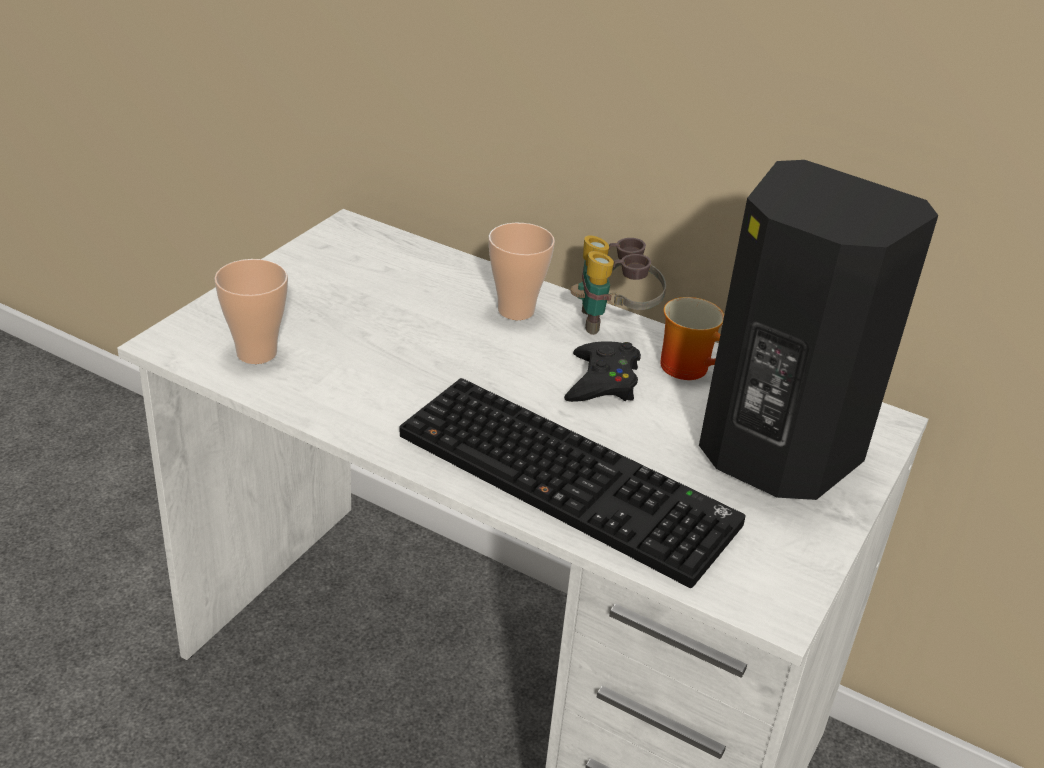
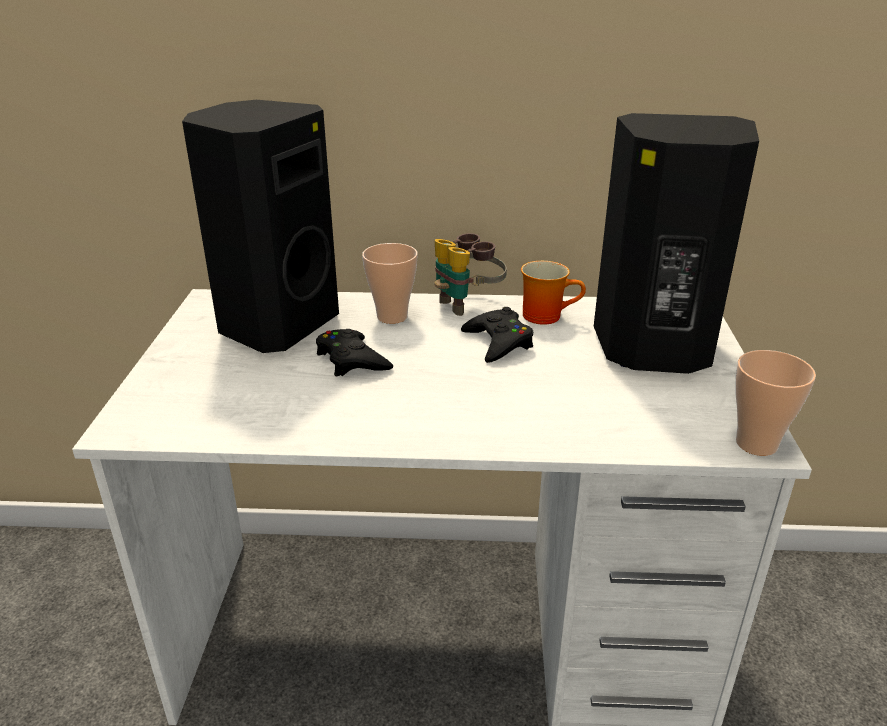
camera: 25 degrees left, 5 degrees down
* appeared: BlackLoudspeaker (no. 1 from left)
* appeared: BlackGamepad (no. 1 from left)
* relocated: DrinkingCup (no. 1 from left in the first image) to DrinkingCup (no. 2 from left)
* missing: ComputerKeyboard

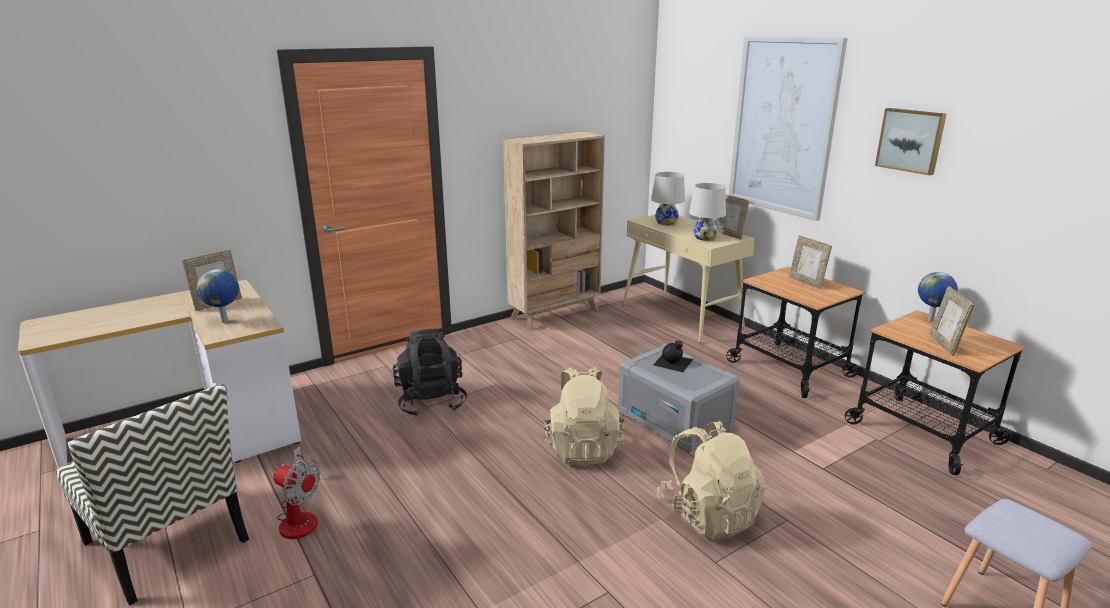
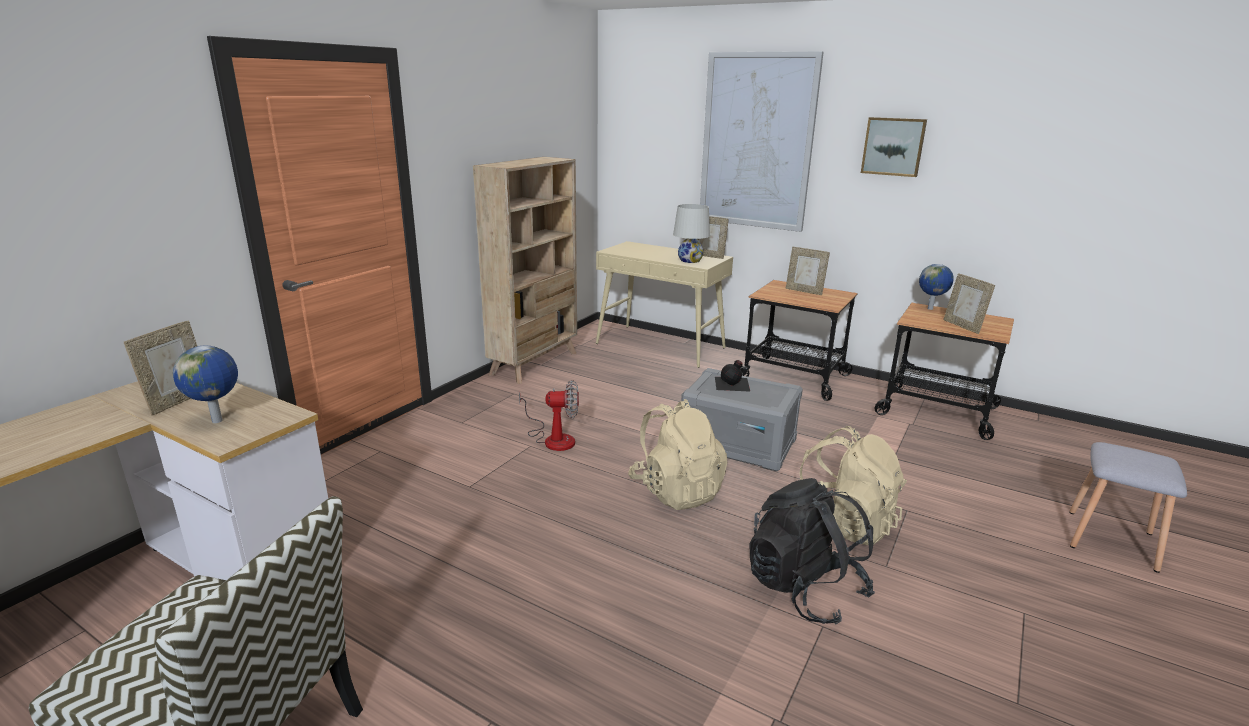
camera: 25 degrees left, 0 degrees up
* relocated: ElectricFan
* relocated: BlackKnapsack
* missing: WhiteColouredLampForATable (no. 1 from left)

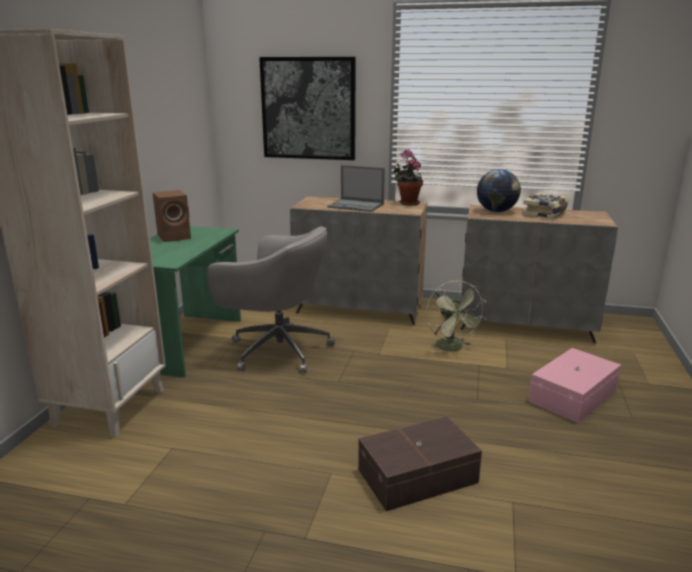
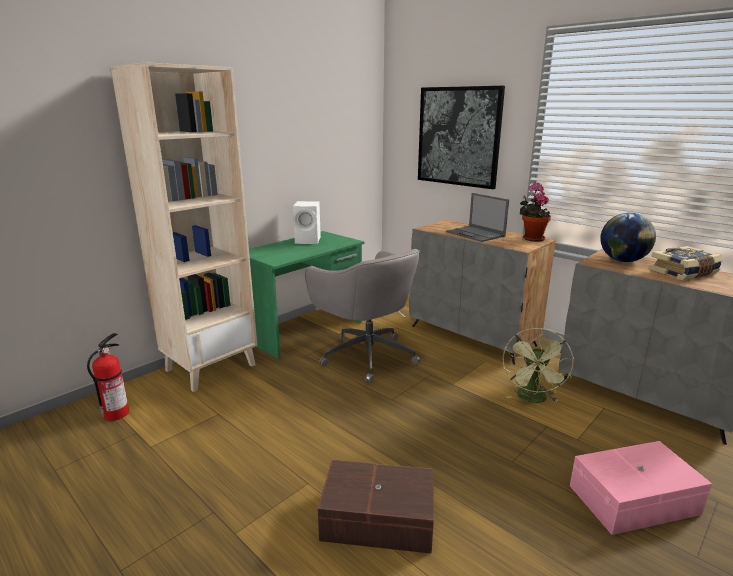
camera: 30 degrees right, 0 degrees up
* appeared: FireExtinguisher
* colour: BrownLoudspeaker to WhiteColouredLoudspeaker

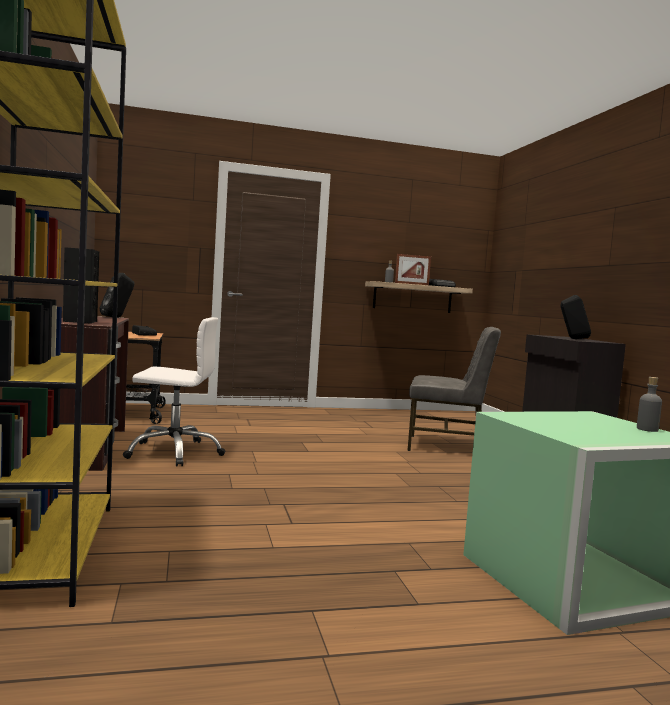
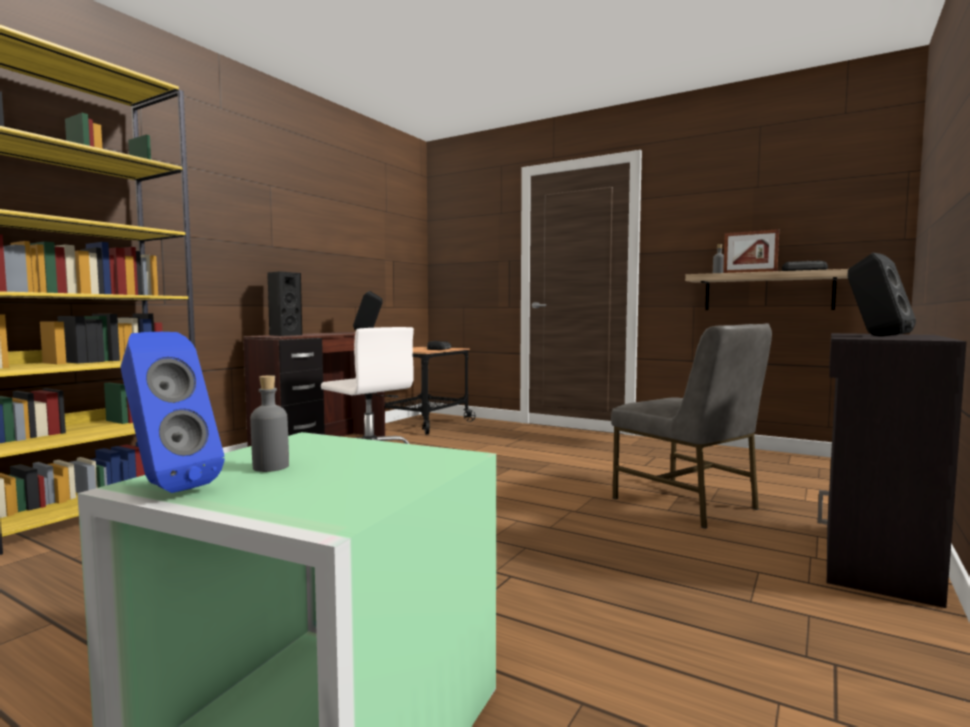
camera: 45 degrees right, 0 degrees up
* appeared: BlueColouredLoudspeaker
* relocated: GrayBeverageBottle (no. 2 from left in the first image) to GrayBeverageBottle (no. 1 from left)

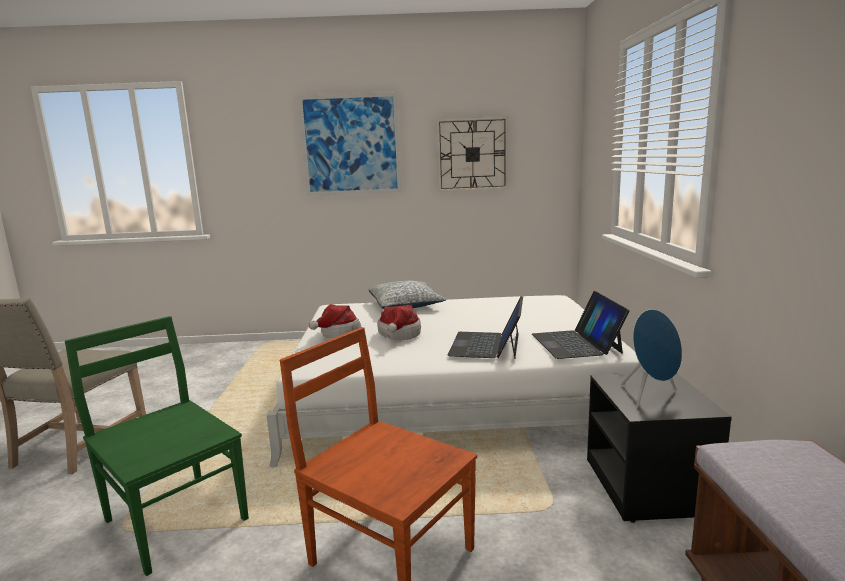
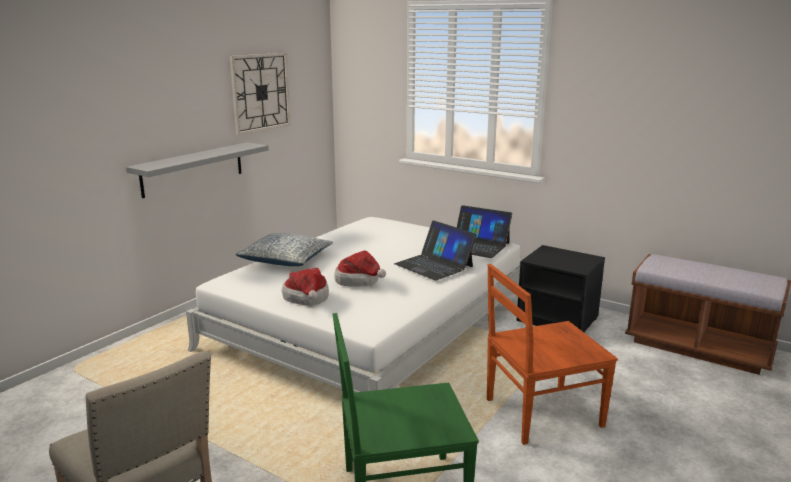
camera: 55 degrees left, 5 degrees up
* appeared: GrayShelf
* missing: WallPicture
* missing: BlueColouredLoudspeaker

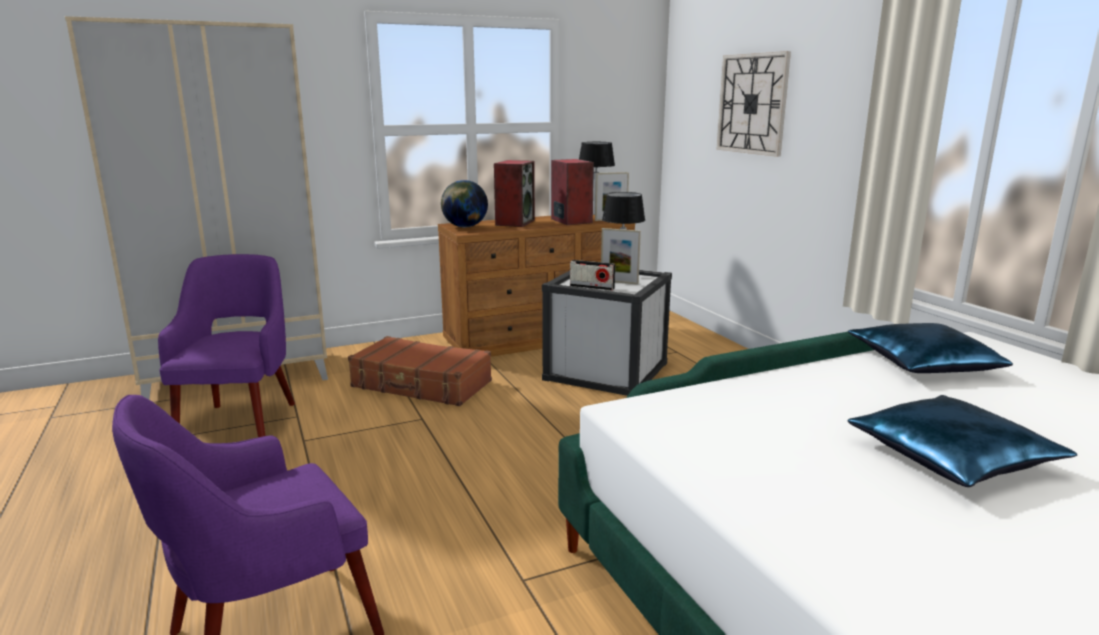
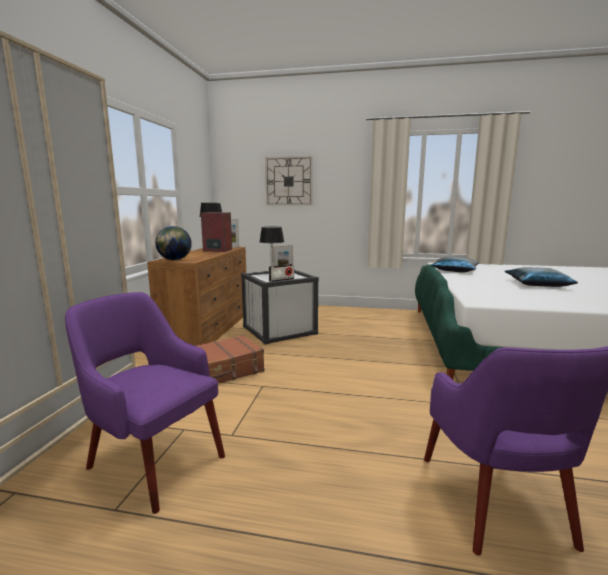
camera: 55 degrees left, 5 degrees down
* missing: Loudspeaker (no. 1 from left)

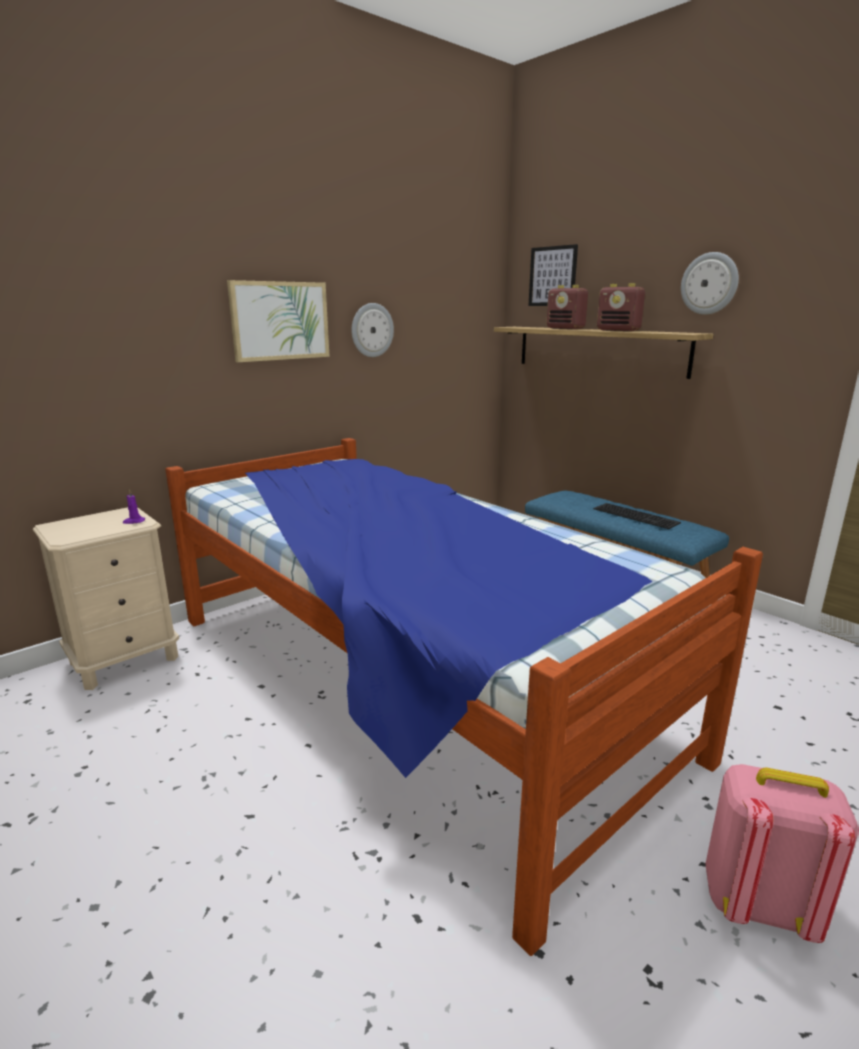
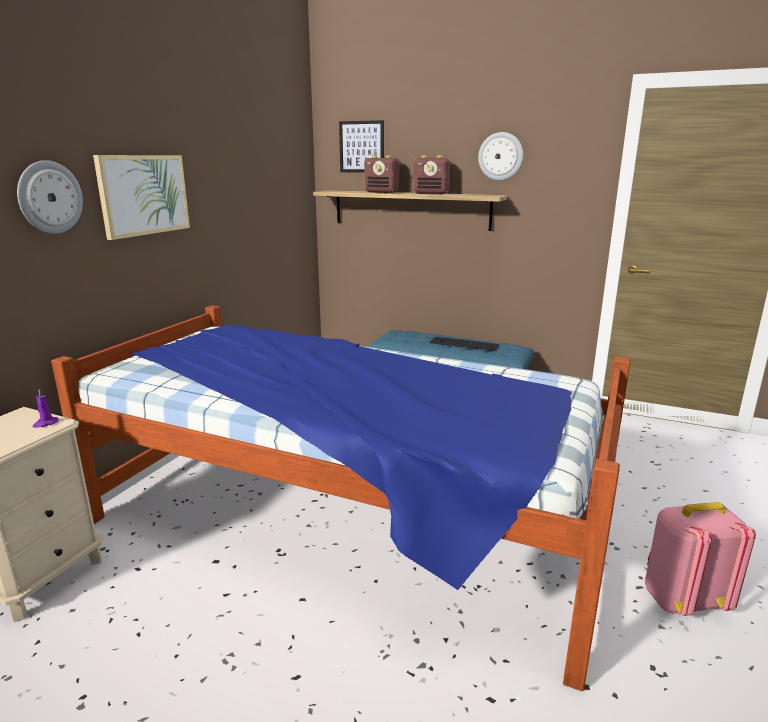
camera: 25 degrees left, 0 degrees up
* relocated: WallClock (no. 1 from left)

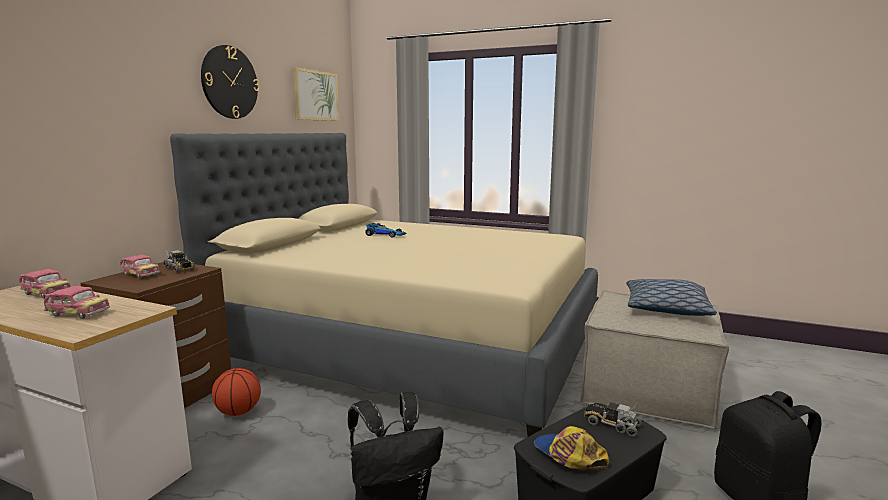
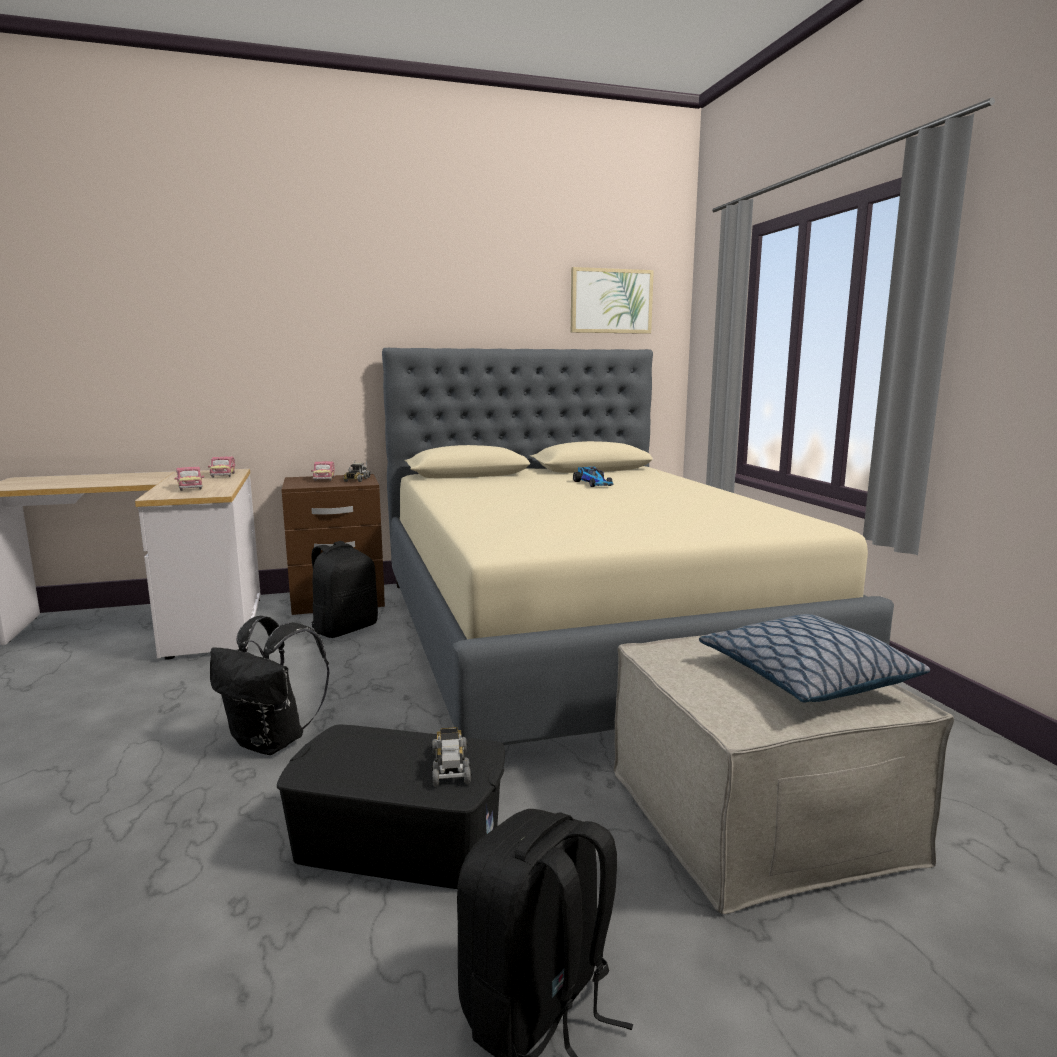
camera: 50 degrees right, 0 degrees up
* exchanged: Basketball to BlackKnapsack (no. 2 from left)
* missing: WallClock
* missing: PeakedCap

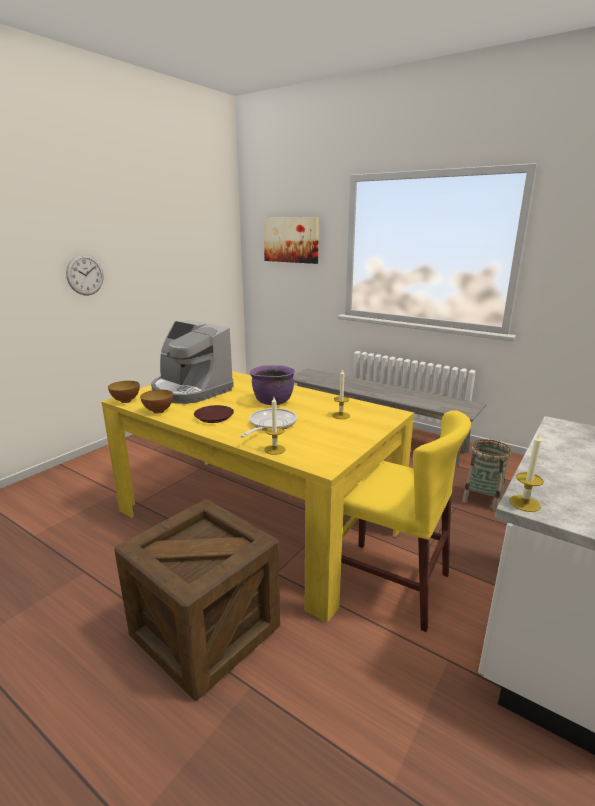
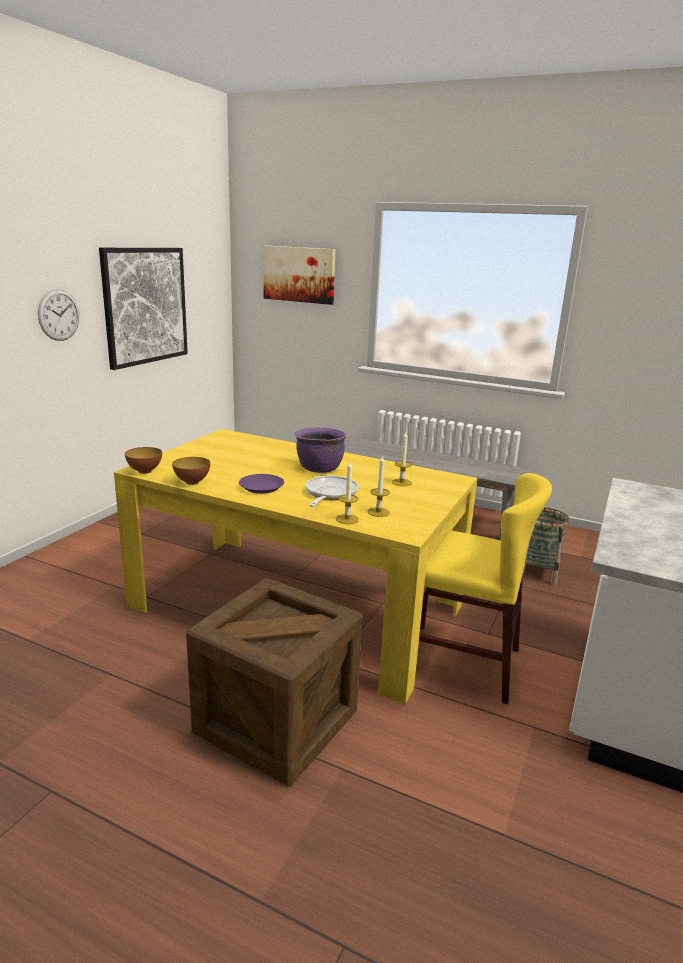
camera: 10 degrees left, 0 degrees up
* appeared: WallPicture (no. 1 from left)
* colour: BrownPlate to PurpleColouredPlate
* relocated: WaxLight (no. 3 from left in the first image) to WaxLight (no. 2 from left)
* missing: CoffeeBrewer

